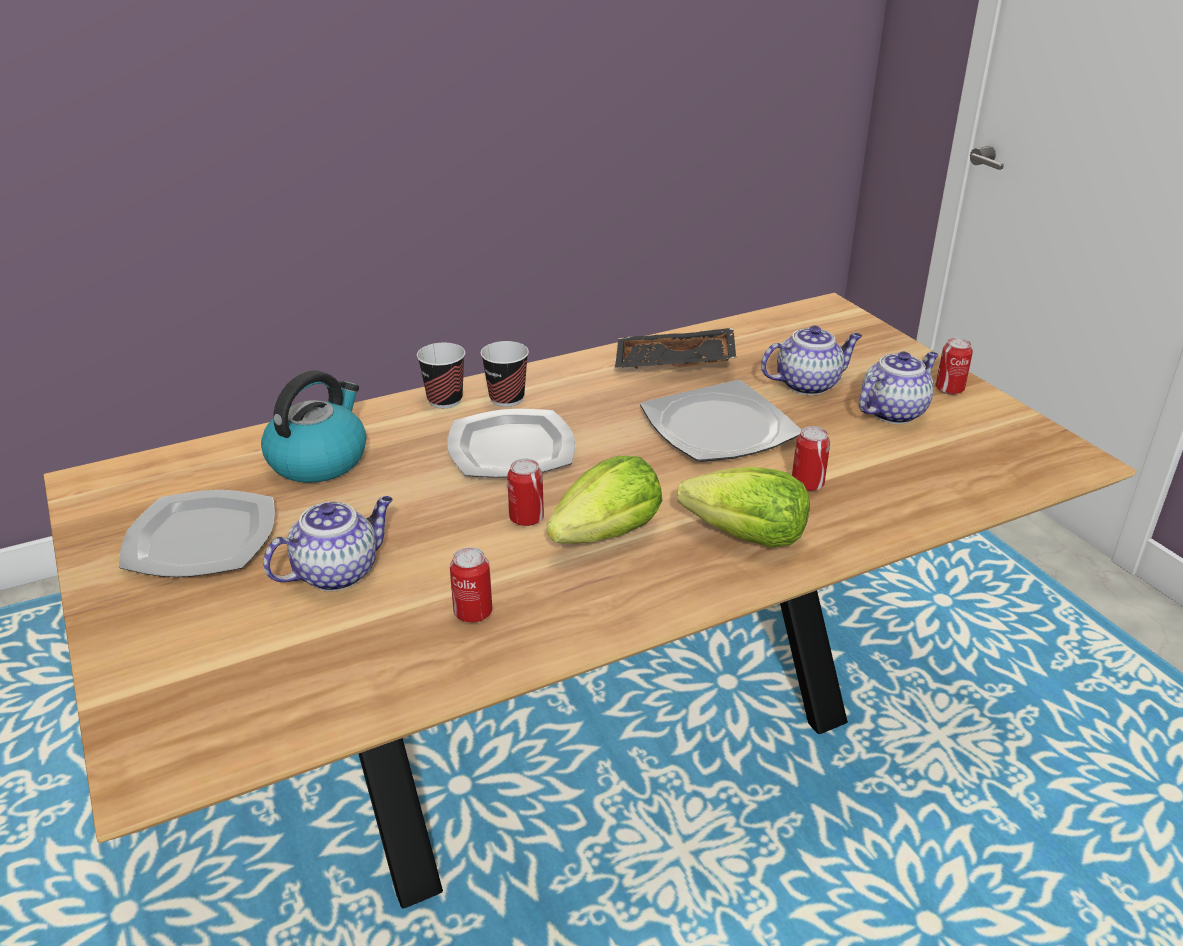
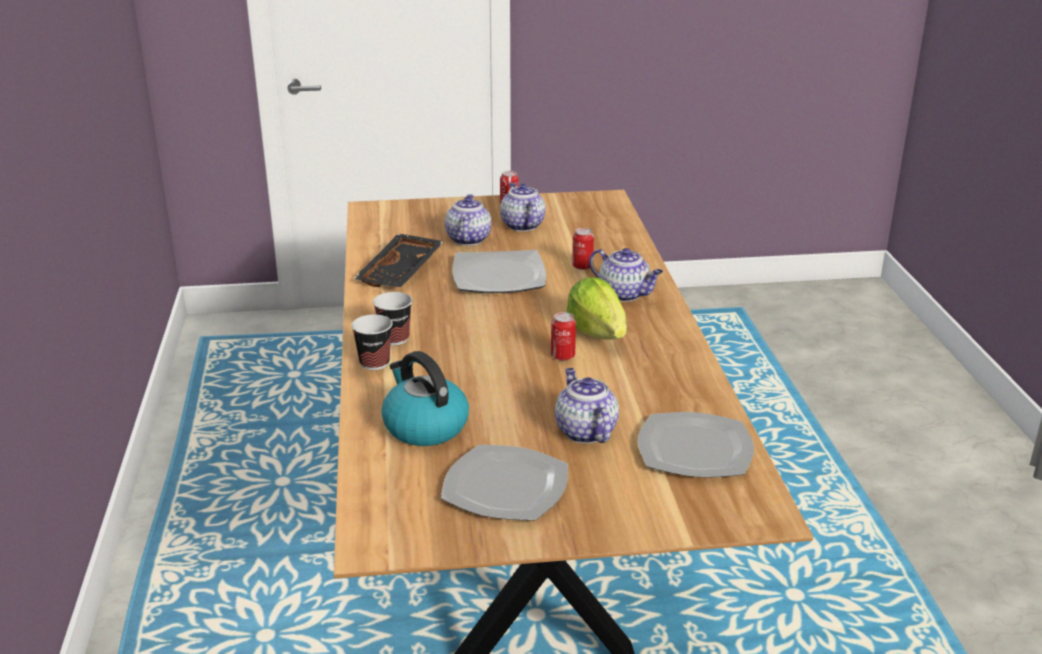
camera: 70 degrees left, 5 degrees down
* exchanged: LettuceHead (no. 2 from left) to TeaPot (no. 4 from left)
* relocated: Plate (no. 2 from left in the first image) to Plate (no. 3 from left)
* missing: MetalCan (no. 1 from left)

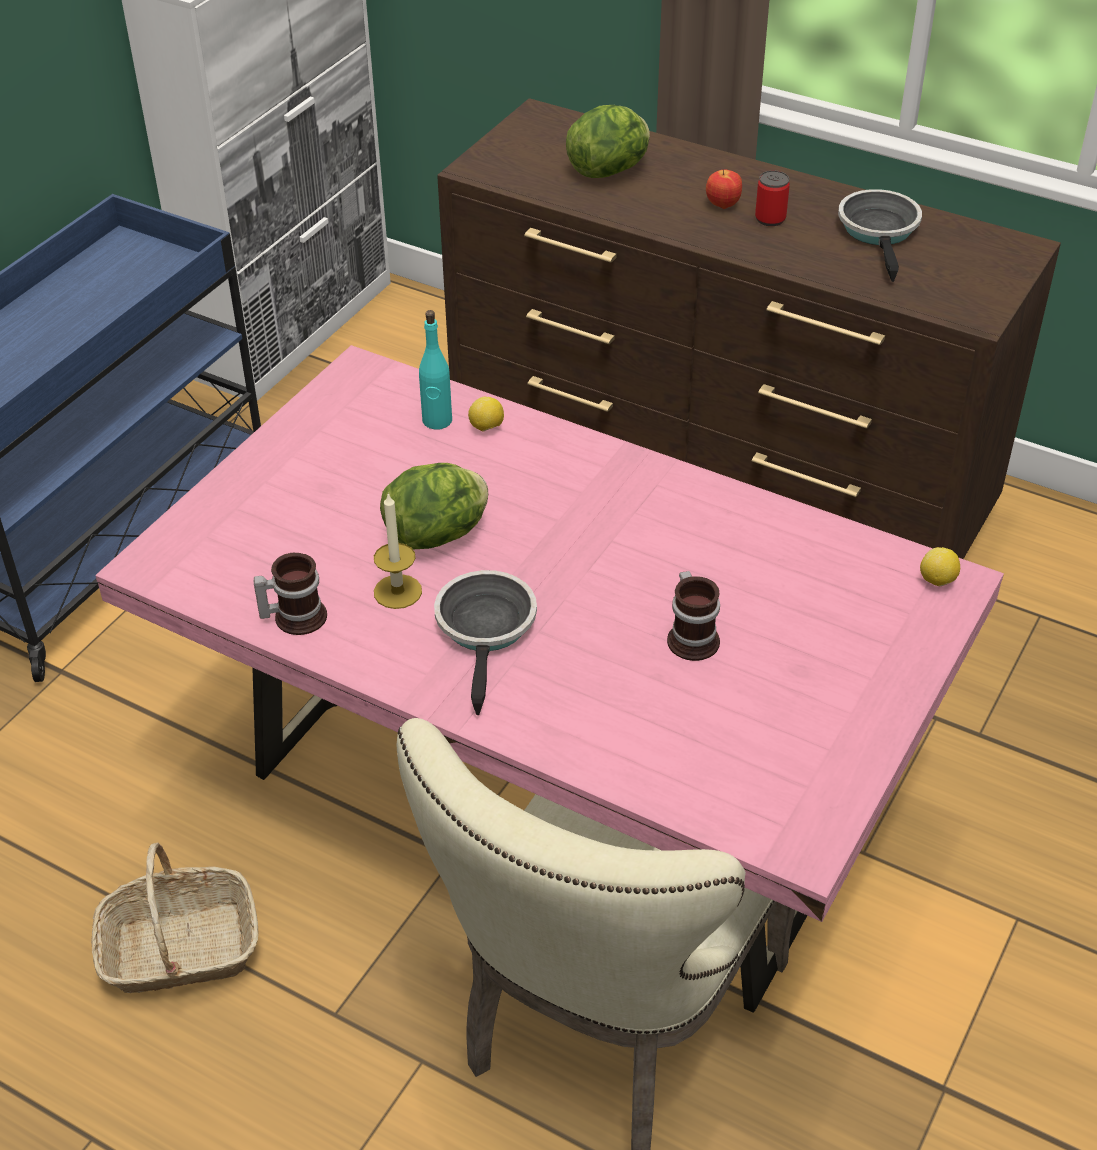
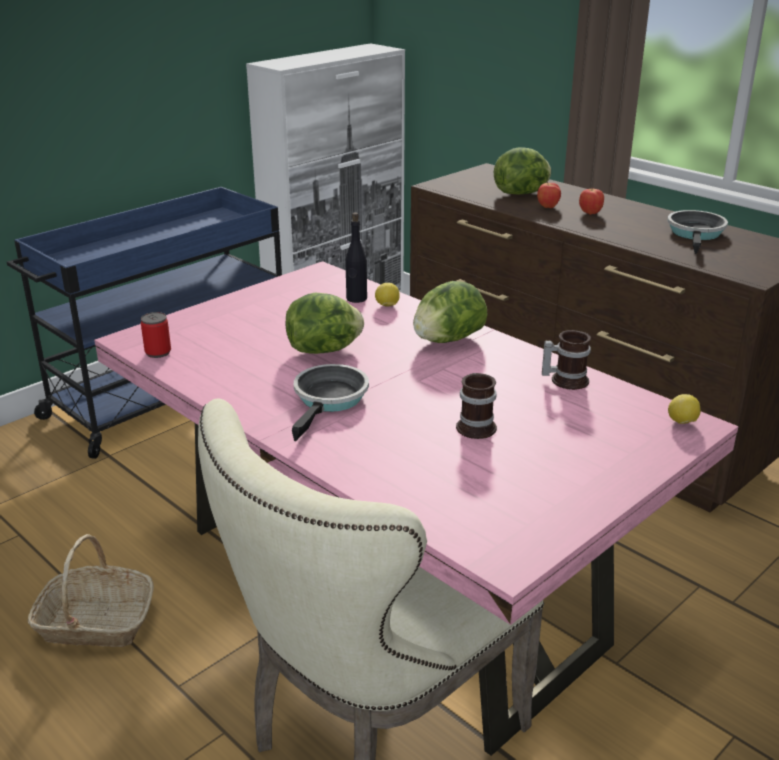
camera: 15 degrees right, 15 degrees down
* relocated: MetalCan
* colour: TurquoiseBeverageBottle to BlackBeverageBottle
* appeared: LettuceHead (no. 2 from left)
* appeared: WholeApple (no. 1 from left)
* relocated: Mug (no. 1 from left in the first image) to Mug (no. 2 from left)
* missing: WaxLight

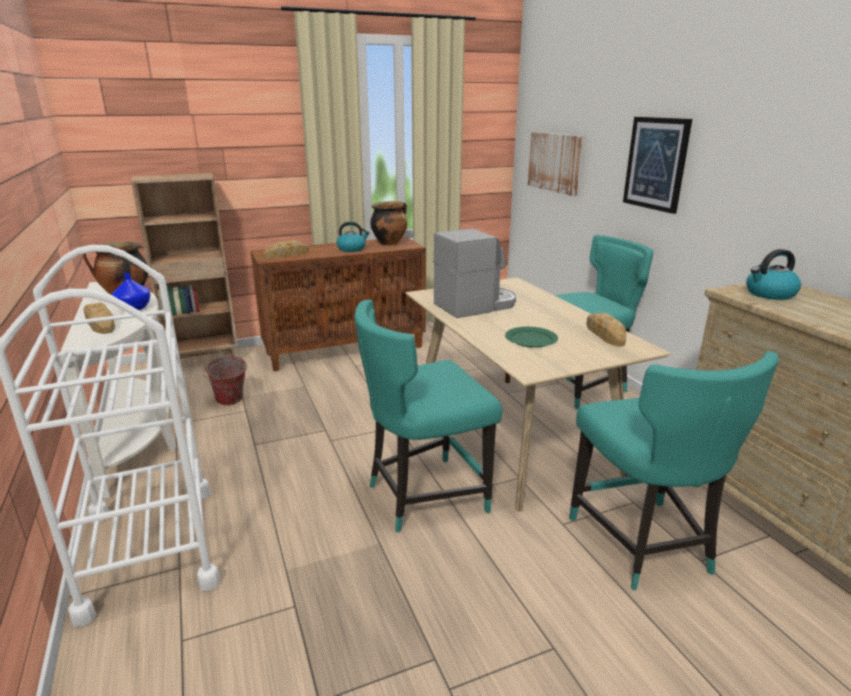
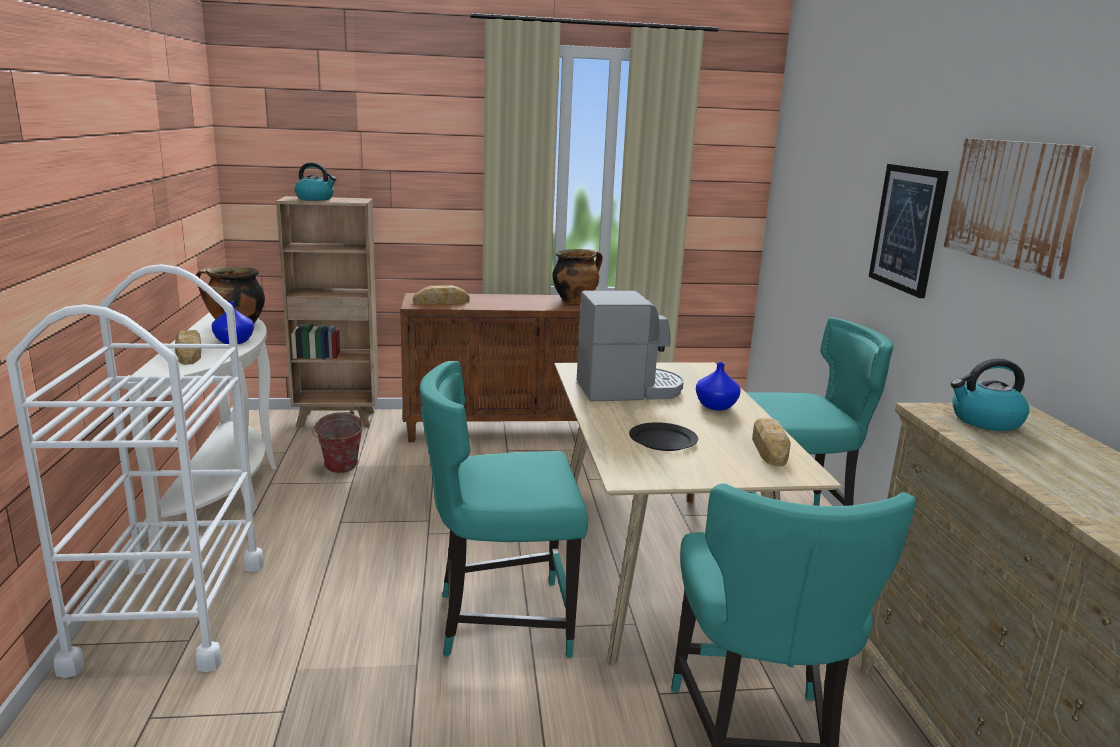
camera: 15 degrees right, 5 degrees down
* relocated: WaterKettle (no. 1 from left)
* colour: GreenishPlate to BlackPlate
* appeared: BlueColouredVase (no. 2 from left)
* relocated: WallPicture (no. 1 from left in the first image) to WallPicture (no. 2 from left)

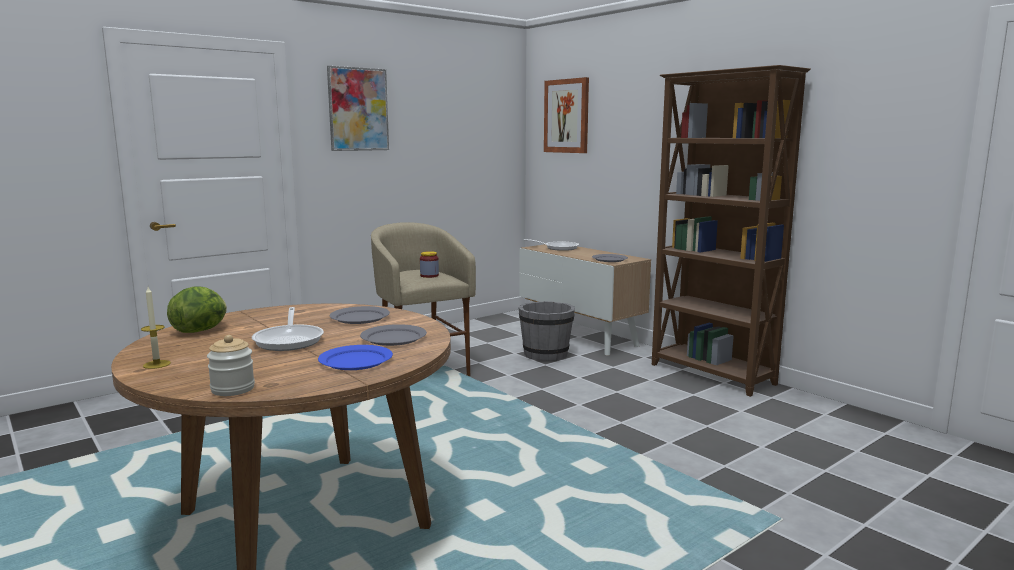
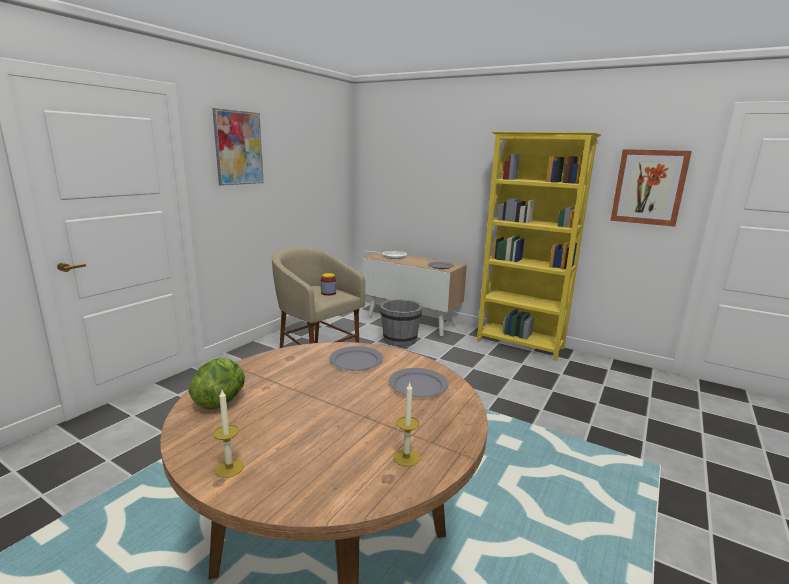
camera: 20 degrees left, 5 degrees up
* appeared: WaxLight (no. 2 from left)
* colour: BrownShelvingUnit to YellowishShelvingUnit
* relocated: WallPicture (no. 2 from left)
* missing: Jar (no. 1 from left)
* missing: FryingPan (no. 1 from left)
* missing: BlueColouredPlate

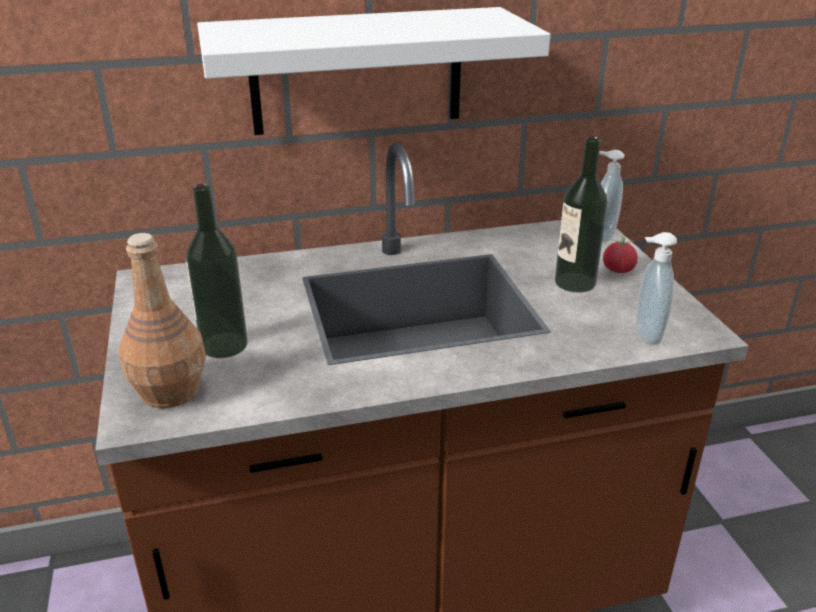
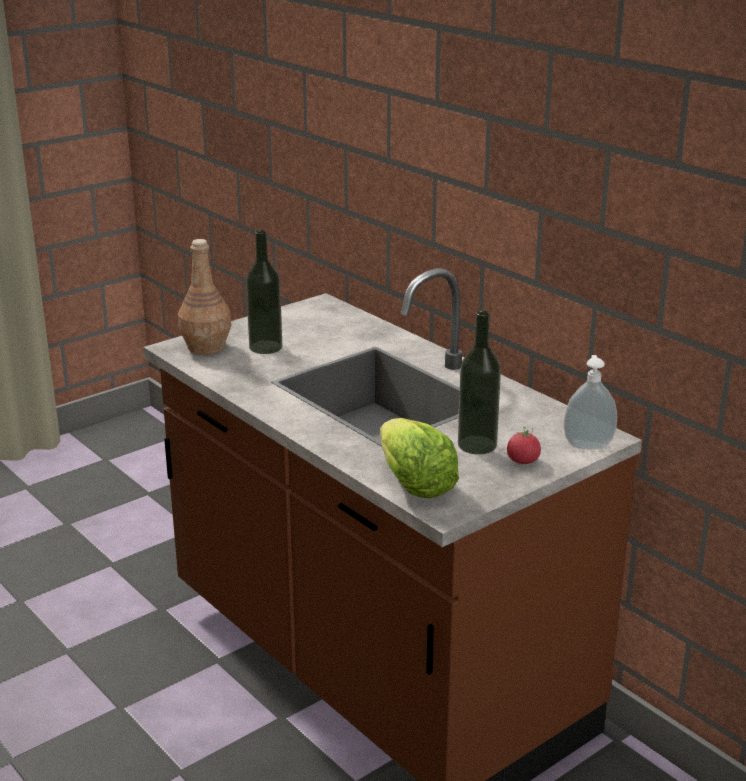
camera: 65 degrees right, 5 degrees down
* exchanged: SoapDispenser (no. 2 from left) to LettuceHead
* missing: WhiteColouredShelf

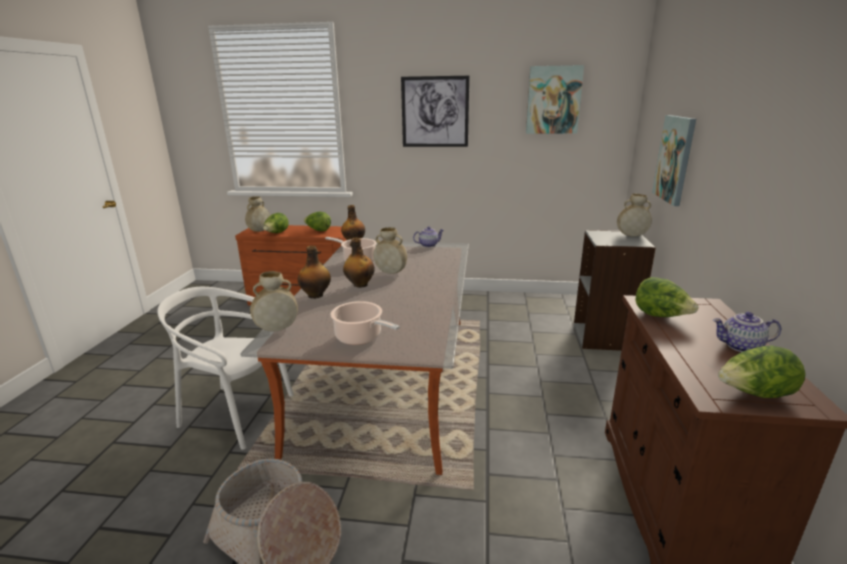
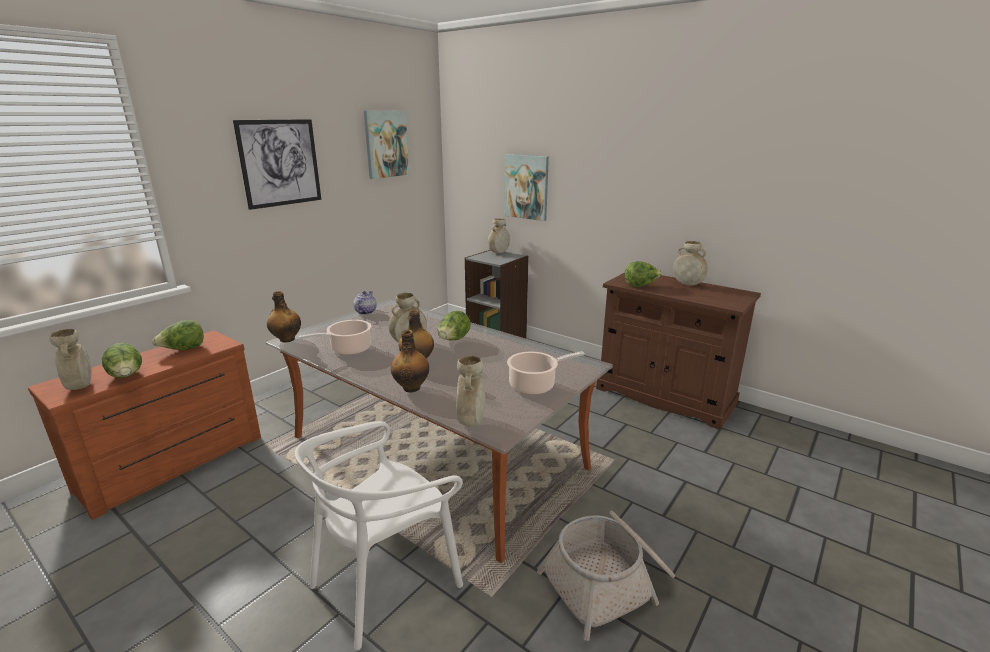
camera: 60 degrees left, 0 degrees up
* relocated: LettuceHead (no. 4 from left in the first image) to LettuceHead (no. 3 from left)
* exchanged: TeaPot (no. 2 from left) to BeigeColouredVase (no. 5 from left)

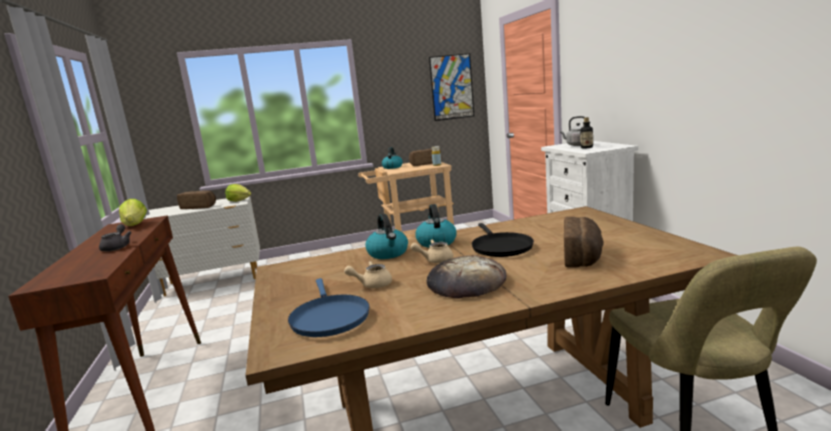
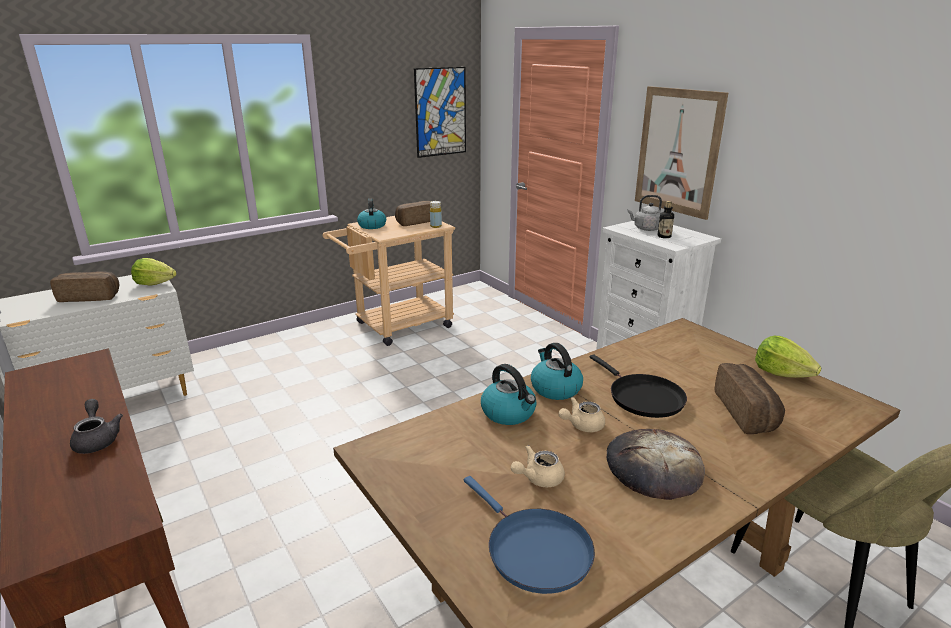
camera: 20 degrees left, 10 degrees up
* appeared: WallPicture (no. 2 from left)
* relocated: LettuceHead (no. 1 from left in the first image) to LettuceHead (no. 2 from left)

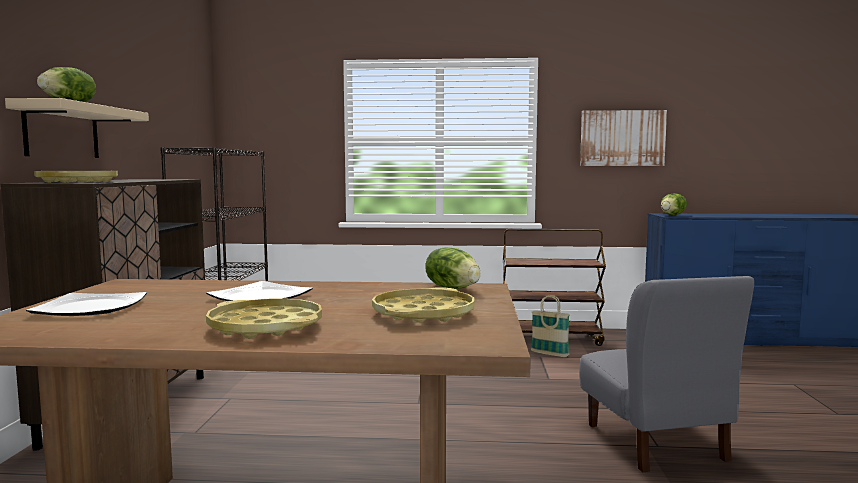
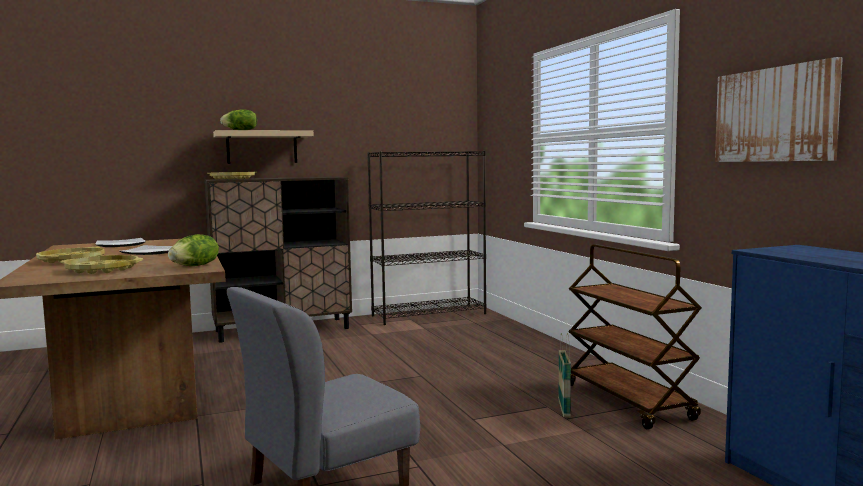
camera: 65 degrees right, 0 degrees up
* missing: LettuceHead (no. 3 from left)

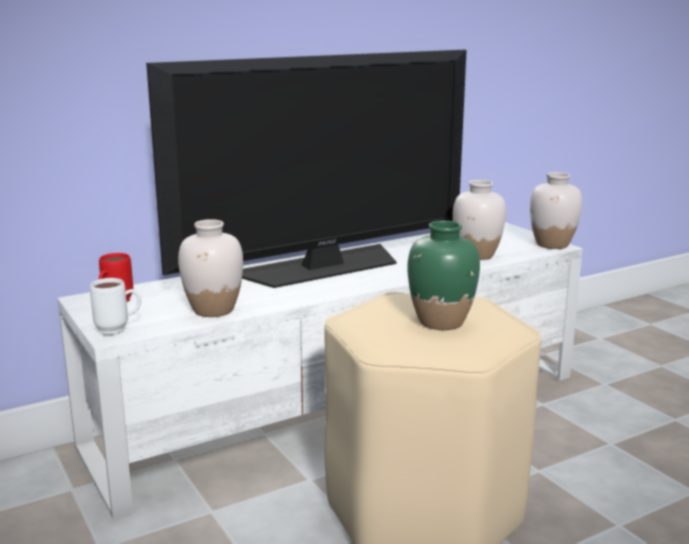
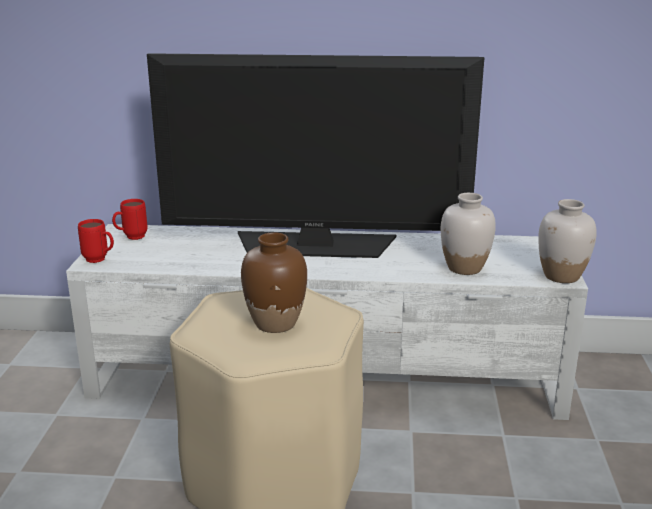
camera: 35 degrees right, 5 degrees up
* colour: WhiteColouredMug to RedMug (no. 1 from left)
* colour: GreenishVase to BrownVase
* missing: WhiteColouredVase (no. 1 from left)

